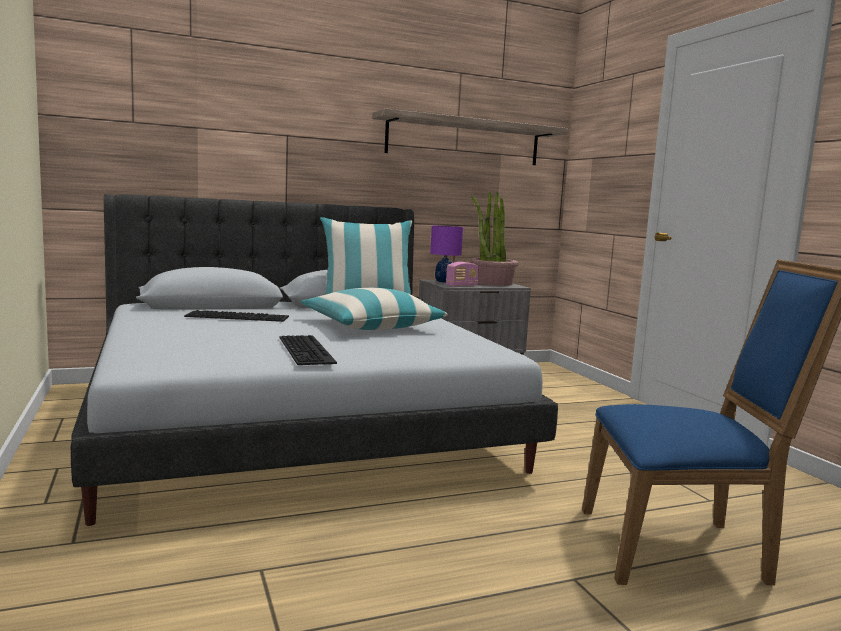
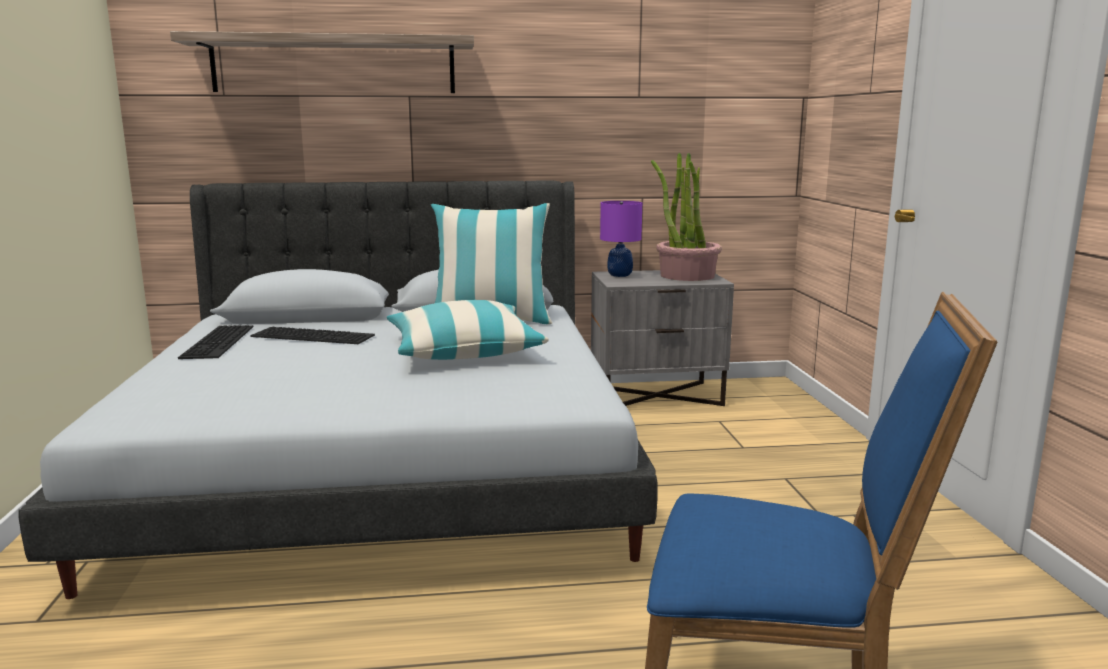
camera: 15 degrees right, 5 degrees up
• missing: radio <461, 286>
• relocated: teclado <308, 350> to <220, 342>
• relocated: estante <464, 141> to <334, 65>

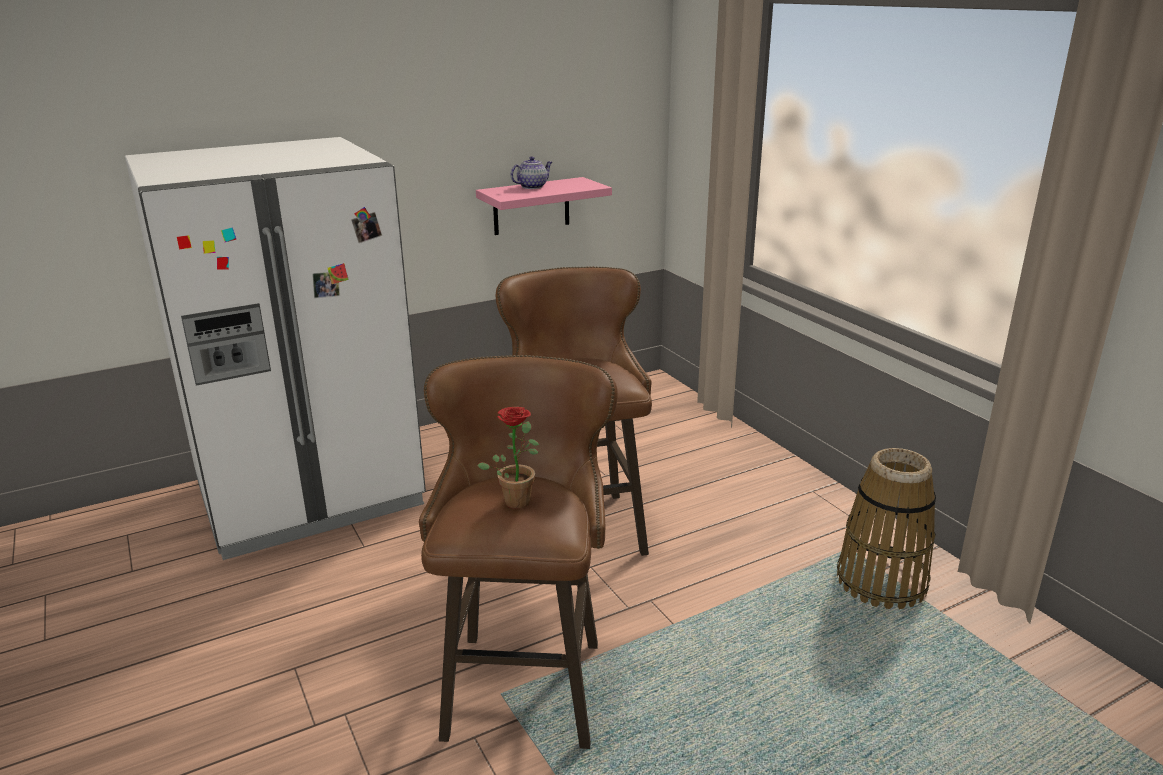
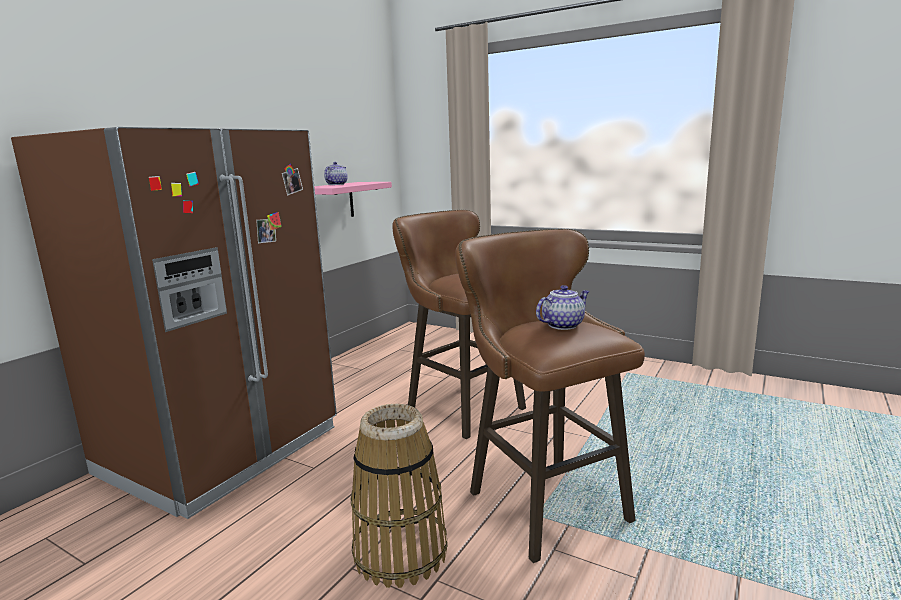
camera: 30 degrees left, 10 degrees down
• relocated: cesta <881, 581> to <400, 552>
• exchanged: planta en maceta <517, 498> to tetera <563, 325>
• colour: nevera [blanco] <309, 494> to nevera [marrón] <221, 451>

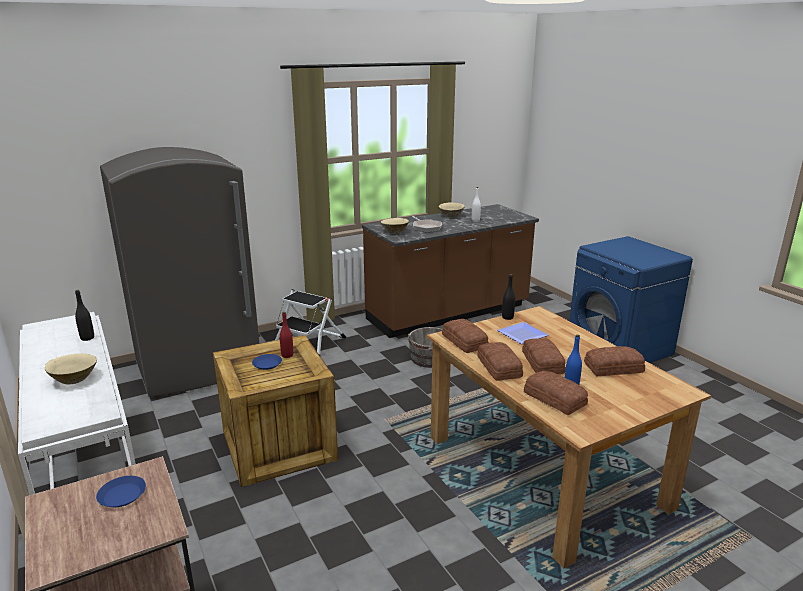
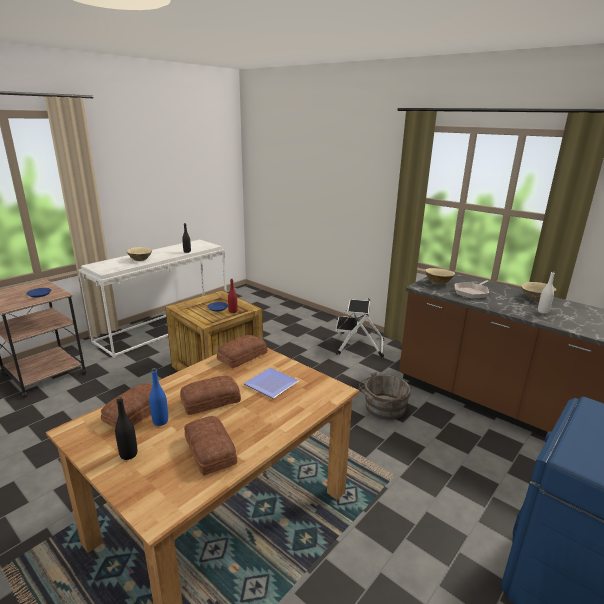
camera: 70 degrees right, 0 degrees up
• missing: nevera [gris] <199, 367>
• missing: pan <498, 367>
• relocated: botella [negro] <507, 317> to <128, 454>

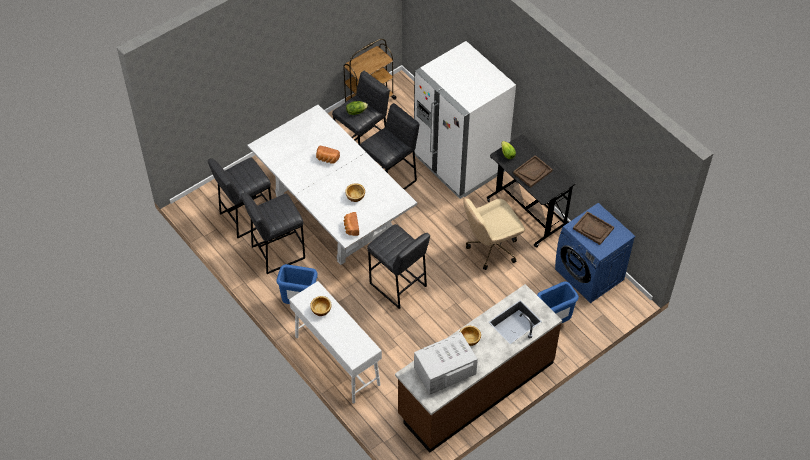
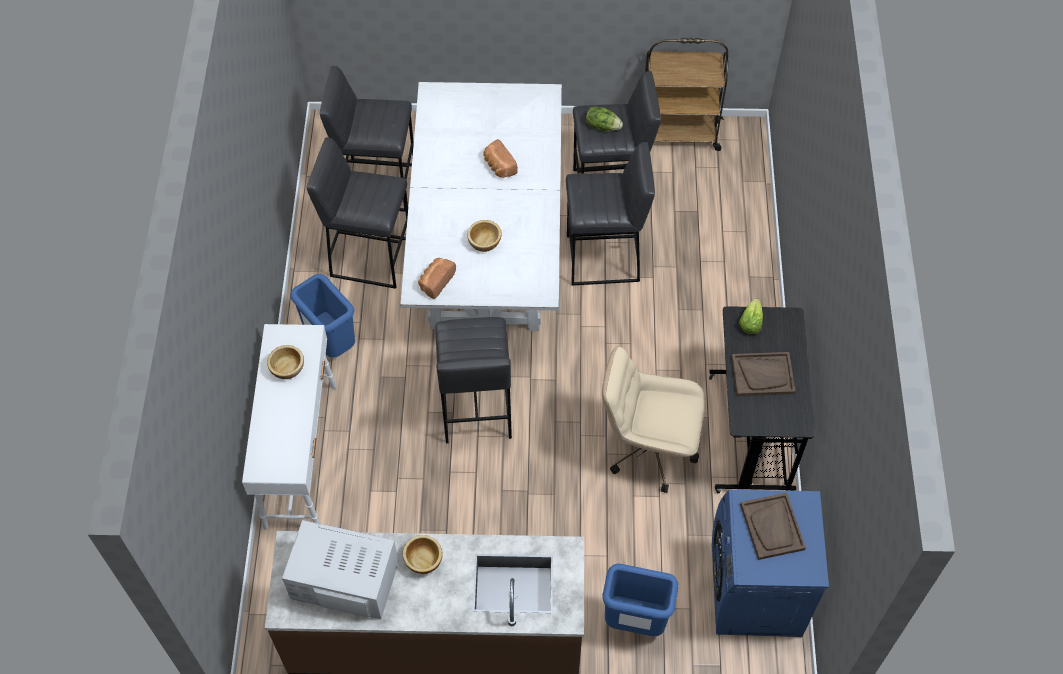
camera: 40 degrees right, 5 degrees up
• missing: nevera [blanco] <460, 163>

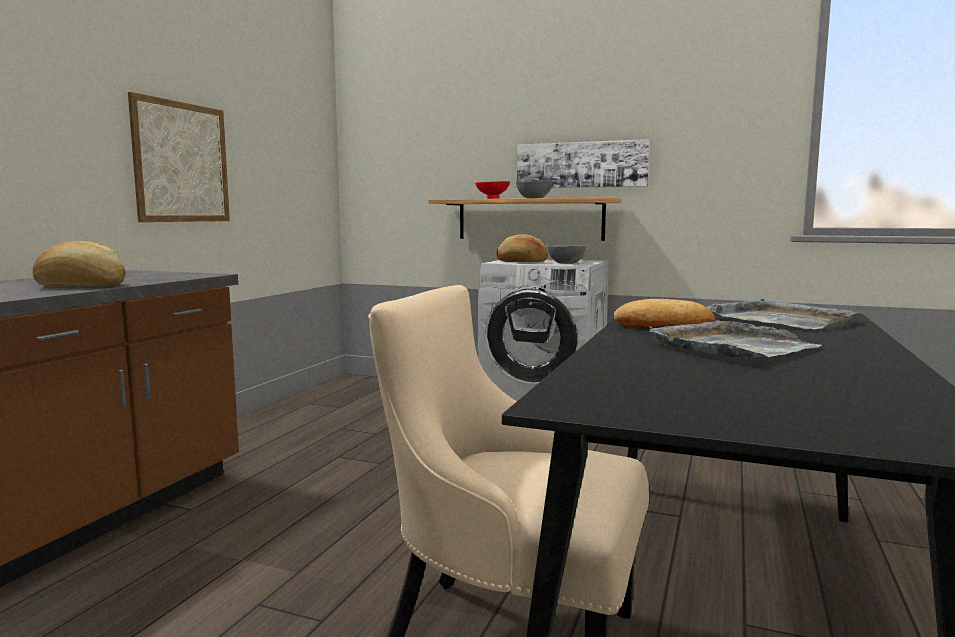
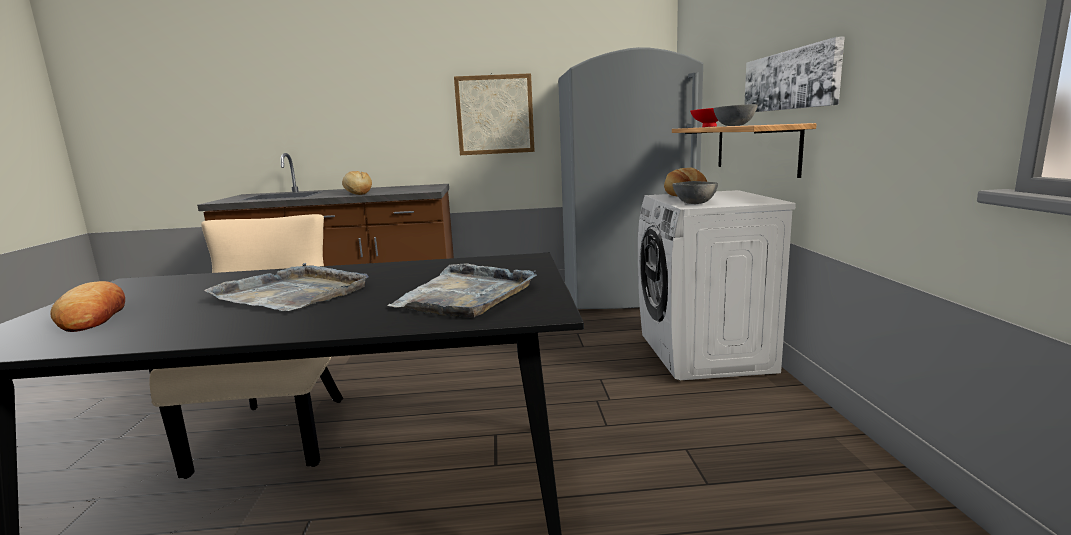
camera: 65 degrees right, 5 degrees up
• appeared: nevera [gris] <627, 295>
• relocated: pan <664, 325> to <94, 315>

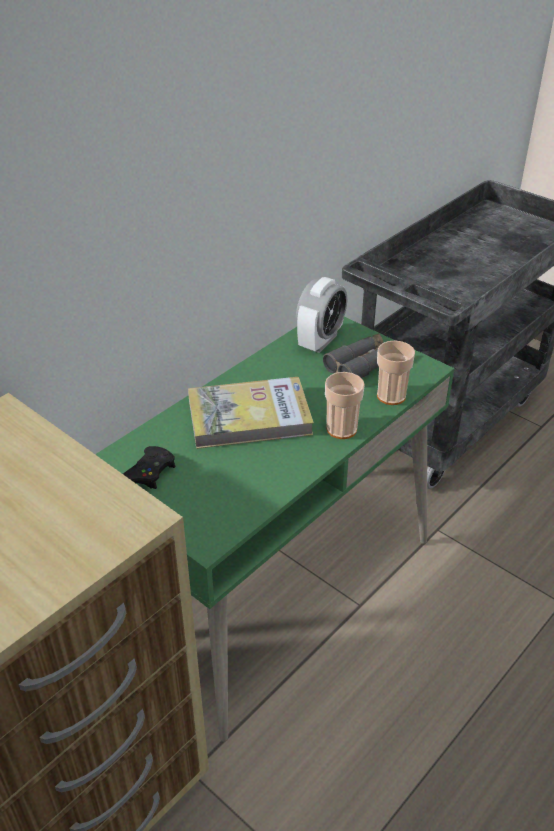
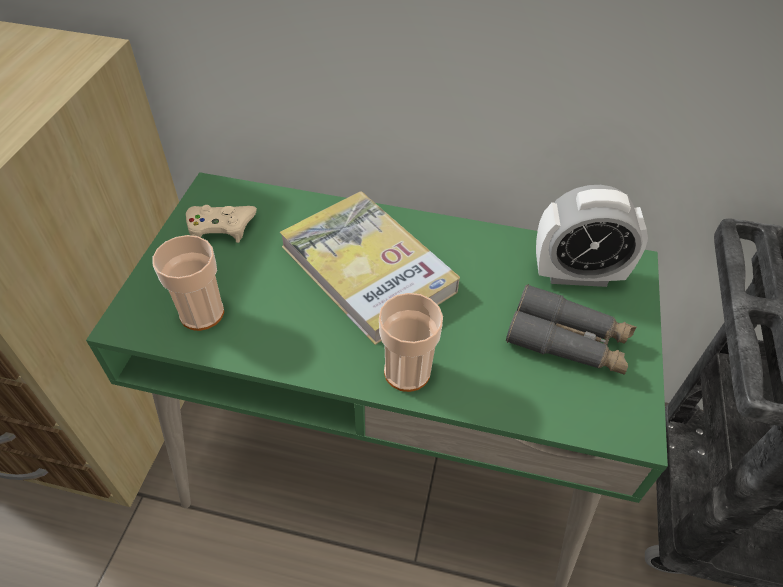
camera: 60 degrees right, 10 degrees up
• relocated: taza <391, 396> to <202, 313>
• colour: mando de consola [negro] <148, 472> to mando de consola [beis] <220, 227>

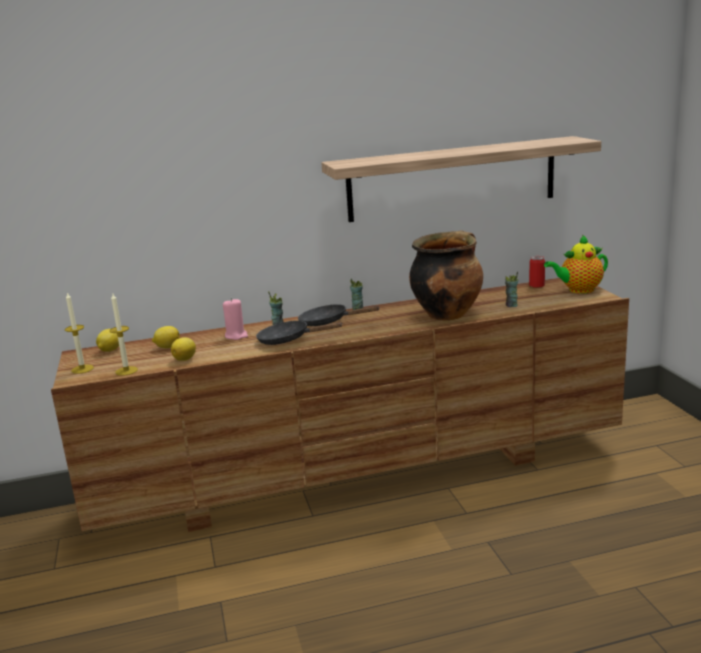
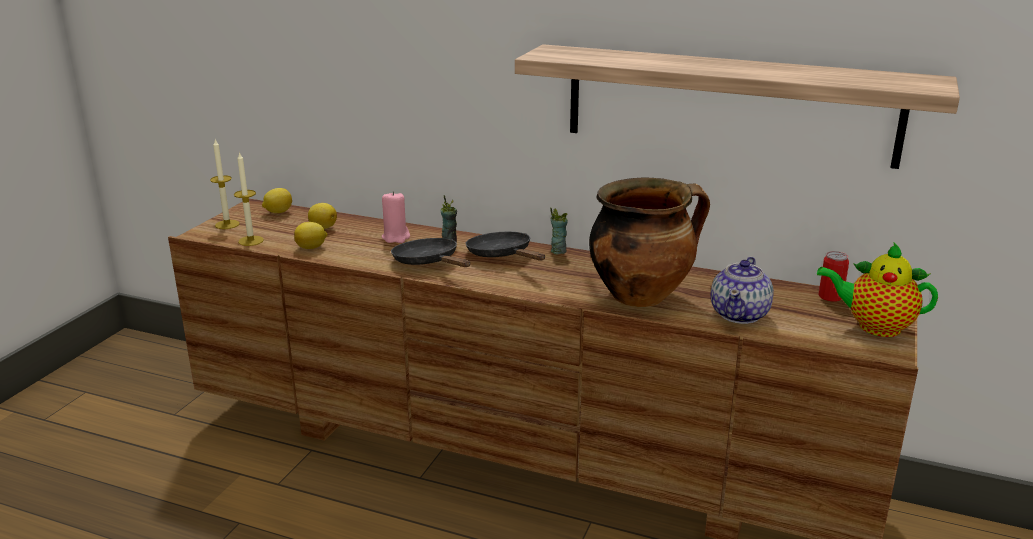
camera: 35 degrees right, 5 degrees up
• exchanged: taza <511, 305> to tetera <740, 314>

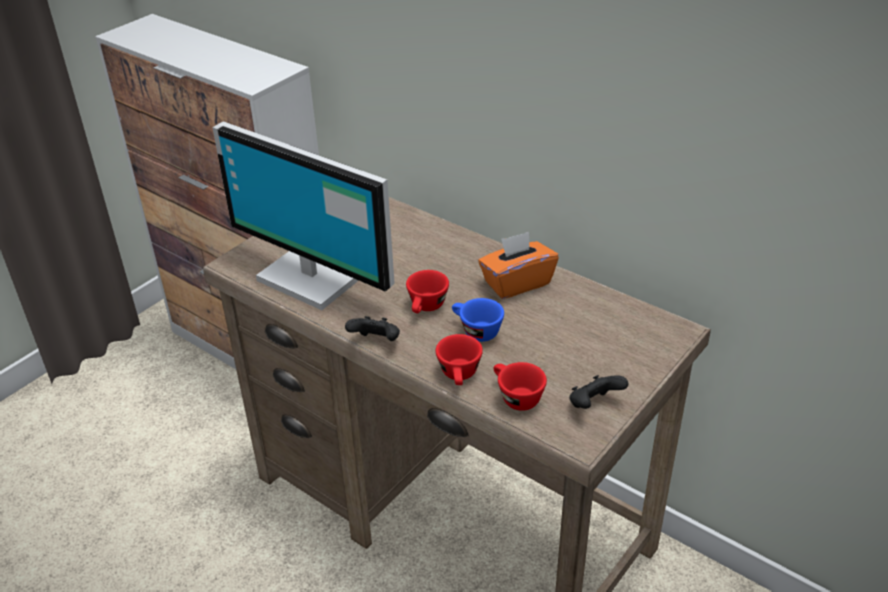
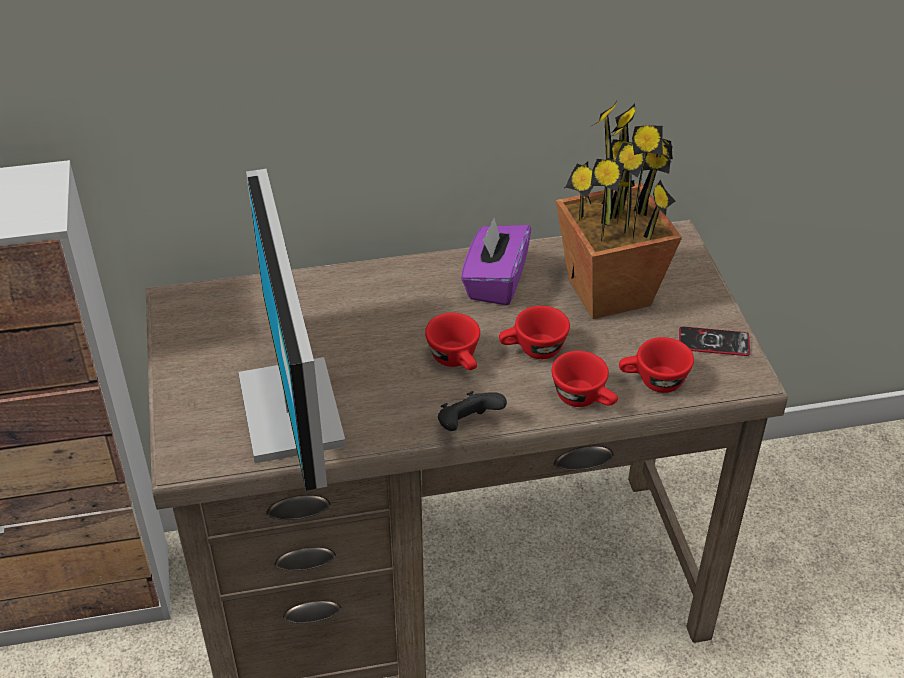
camera: 50 degrees left, 5 degrees up
• appeared: planta en maceta <608, 292>
• exchanged: mando de consola [negro] <594, 405> to móvil <713, 342>
• colour: taza [azul] <475, 331> to taza [rojo] <533, 350>
• colour: caja de pañuelos [naranja] <517, 283> to caja de pañuelos [morado] <495, 282>
• spun: monitor <313, 276> = <297, 410> 90 degrees clockwise

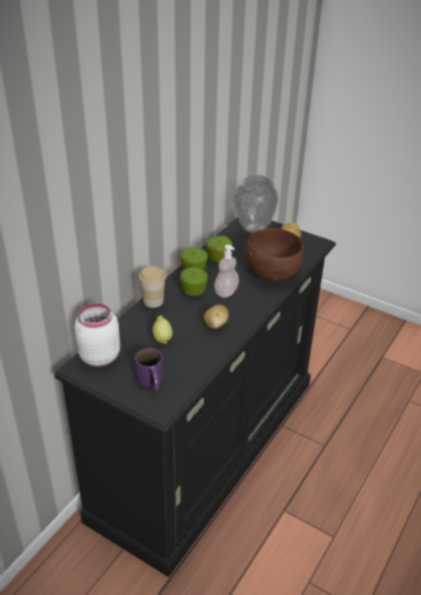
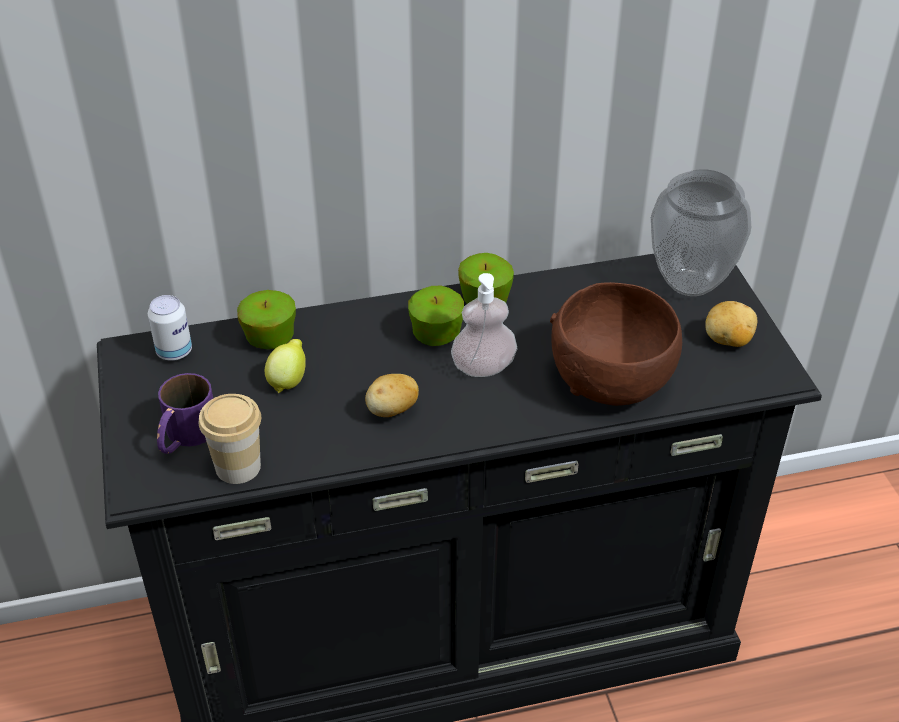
camera: 45 degrees right, 5 degrees up
• relocated: taza <153, 301> to <238, 467>
• relocated: manzana <219, 258> to <270, 339>
• exchanged: tarro [blanco] <98, 356> to lata <174, 352>

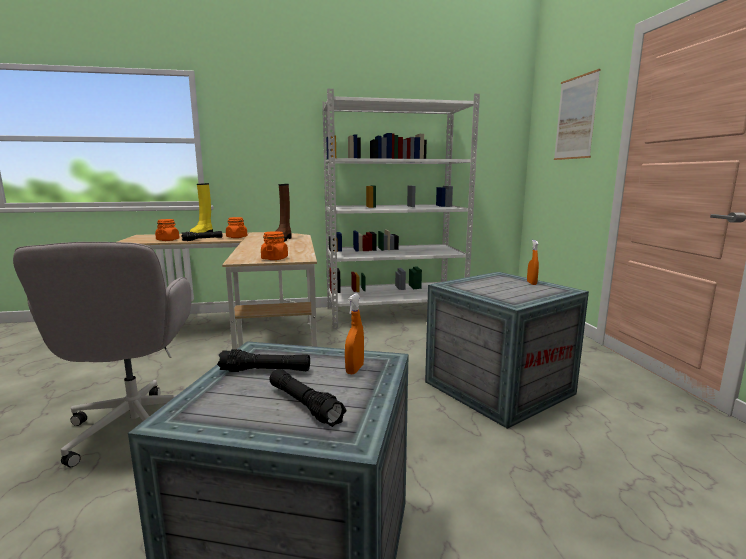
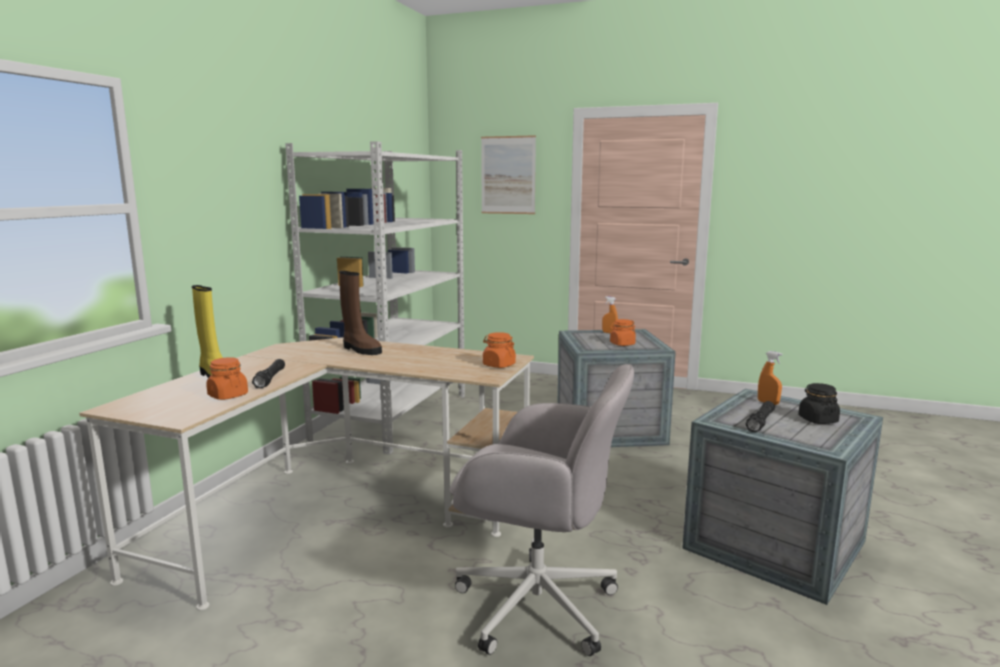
camera: 60 degrees left, 0 degrees up
• relocated: tarro [naranja] <236, 237> to <622, 344>
• exchanged: linterna [negro] <304, 405> to tarro [negro] <817, 420>

